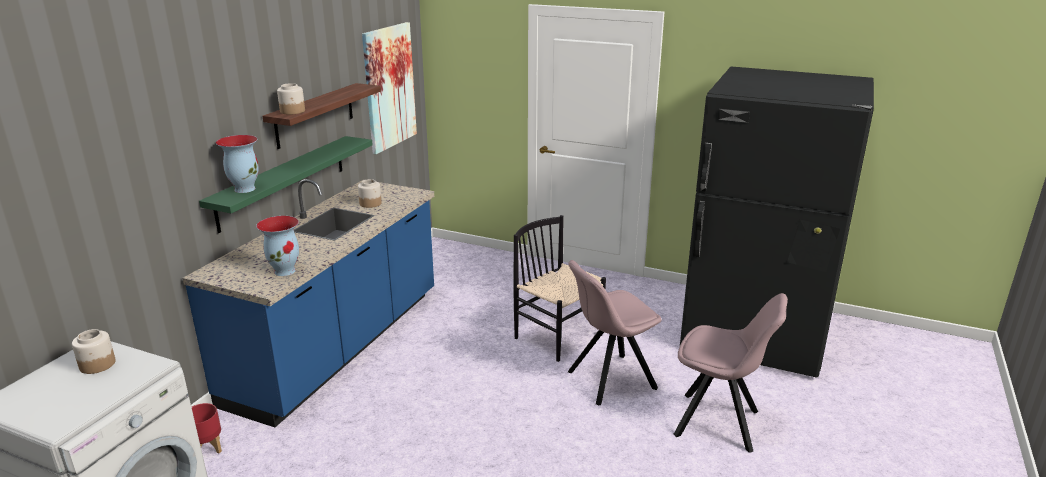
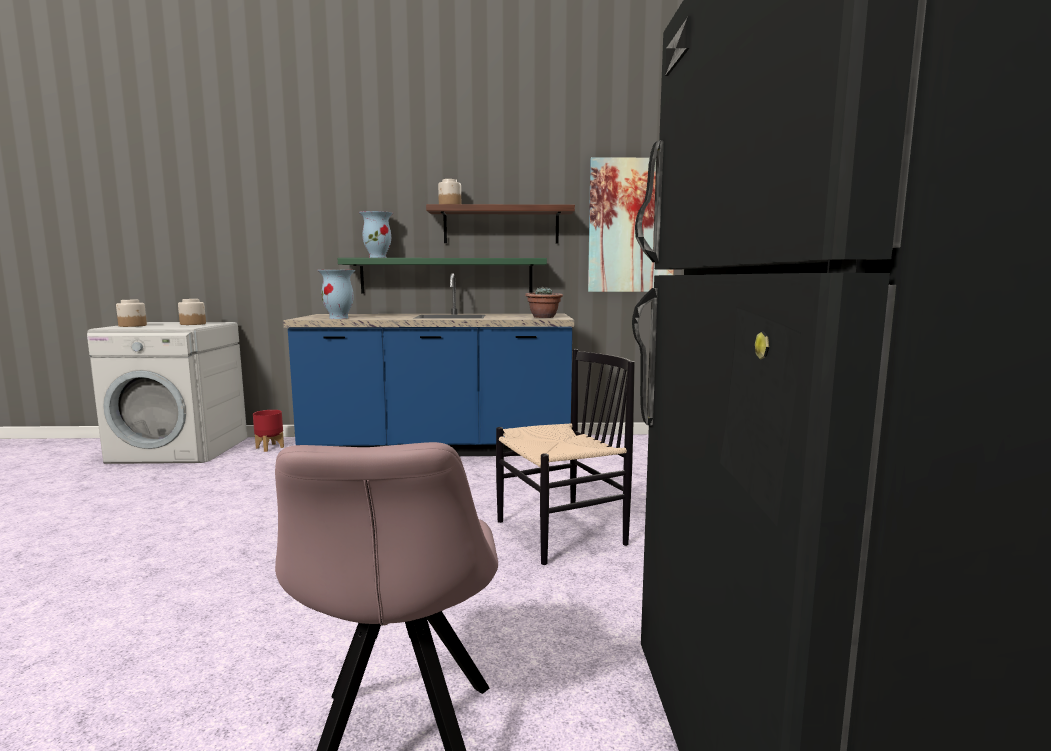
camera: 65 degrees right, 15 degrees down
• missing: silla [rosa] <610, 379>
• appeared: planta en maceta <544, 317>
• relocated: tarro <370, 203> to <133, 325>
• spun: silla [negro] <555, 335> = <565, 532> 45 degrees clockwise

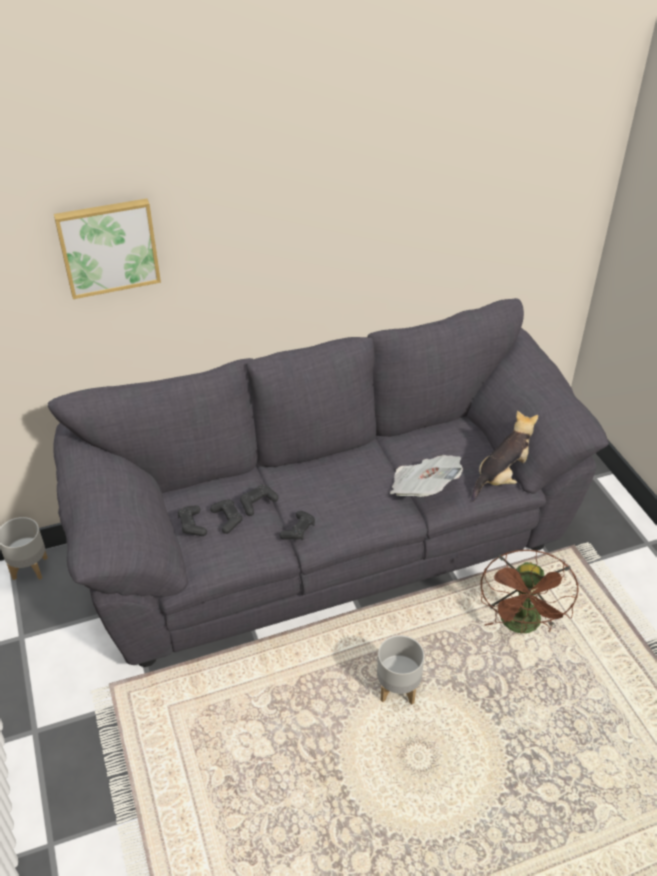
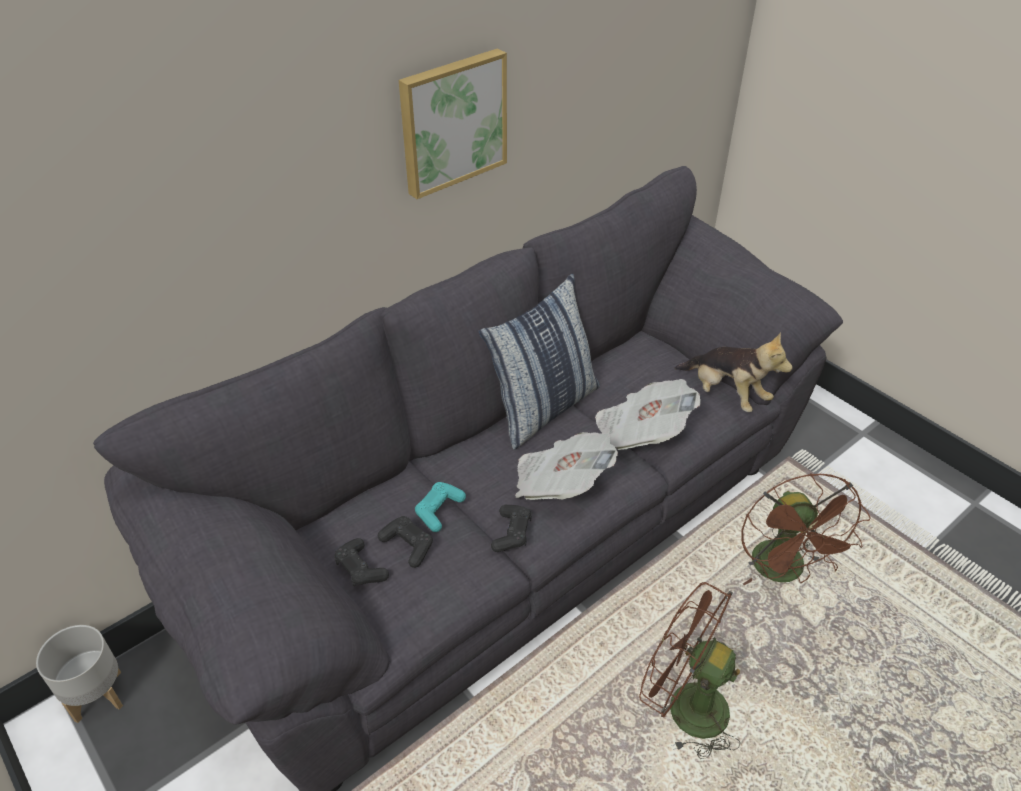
camera: 20 degrees left, 0 degrees up
• appeared: cojín <543, 408>
• appeared: periódico <560, 483>
• relocated: cuadro <108, 246> to <452, 122>
• exchanged: maceta [gris] <397, 690> to ventilador [marrón] <684, 706>
• colour: mando de consola [negro] <258, 503> to mando de consola [turquesa] <439, 510>
• spun: peluche <502, 478> = <726, 394> 105 degrees clockwise

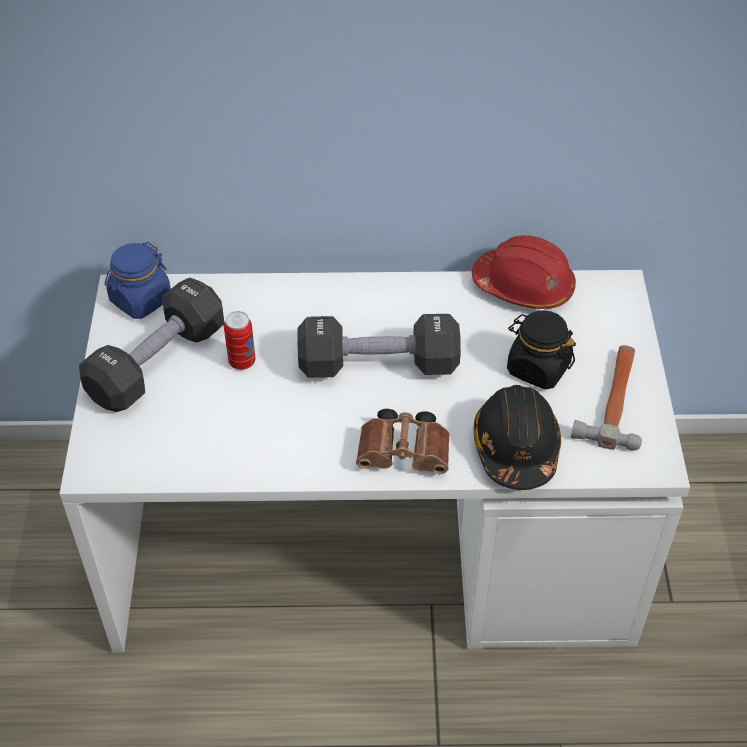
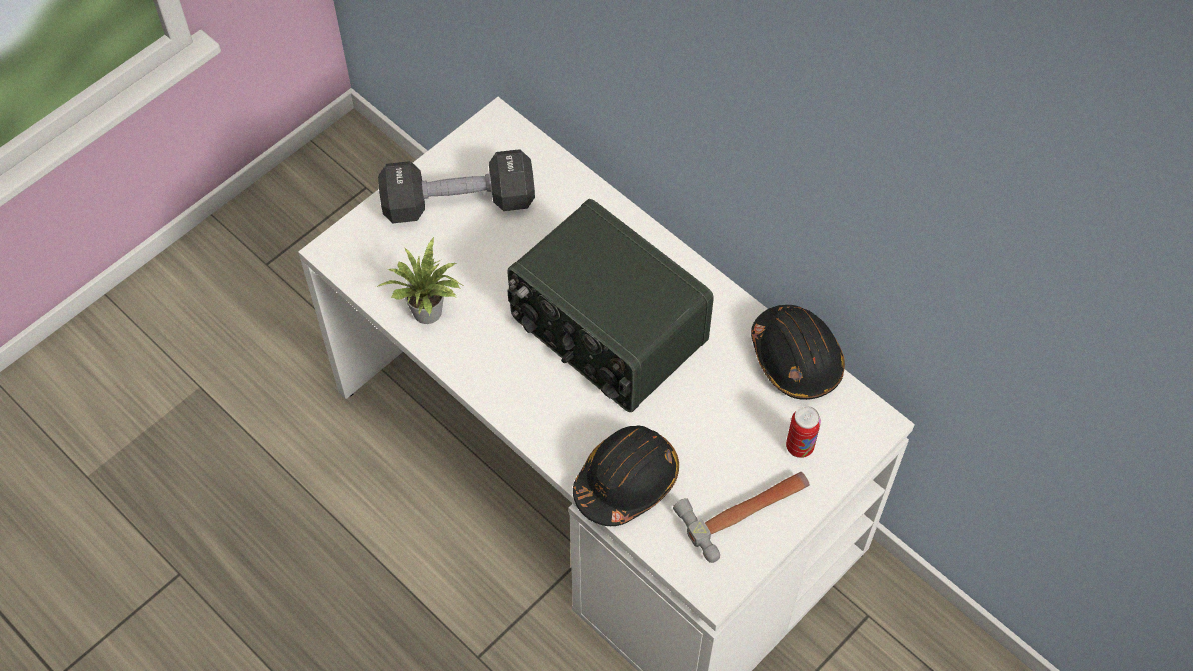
camera: 45 degrees right, 10 degrees up
• missing: tarro [azul] <140, 300>
• missing: prismáticos [marrón] <406, 454>
• missing: tarro [negro] <537, 368>
• appeared: planta en maceta <429, 314>
• relocated: lata <242, 362> to <799, 447>
• exchanged: mancuerna [negro] <378, 365> to radio <606, 331>
• colour: casco [rojo] <524, 286> to casco [negro] <796, 359>

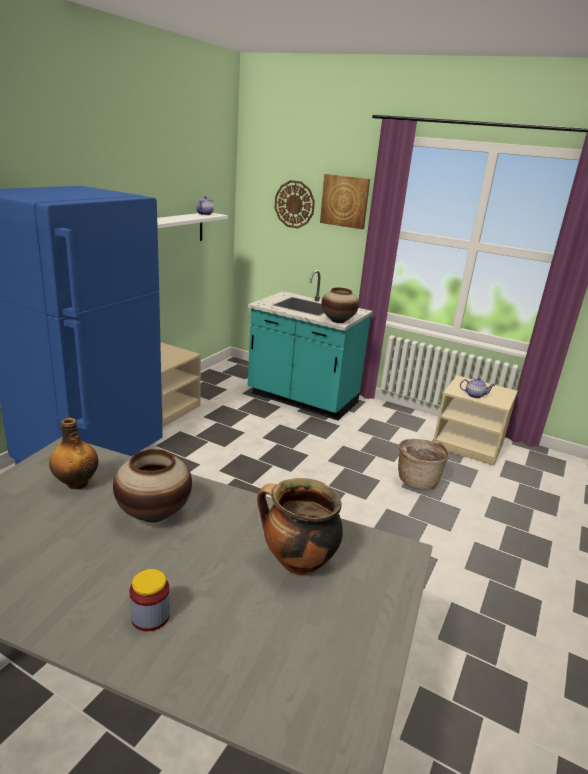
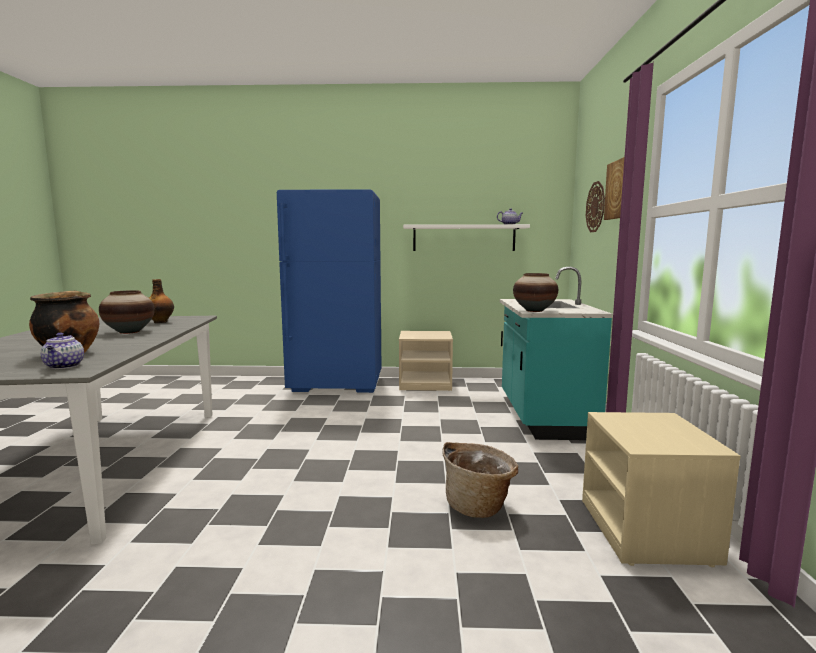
camera: 65 degrees right, 15 degrees down
• missing: tarro <150, 616>
• relocated: tetera <475, 395> to <64, 366>

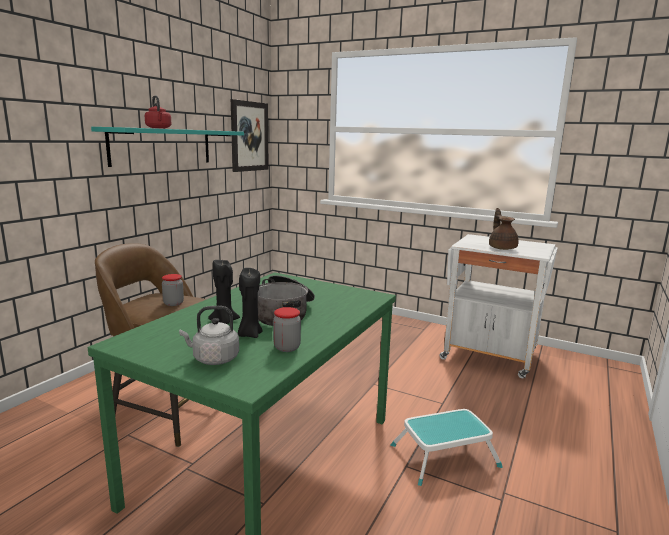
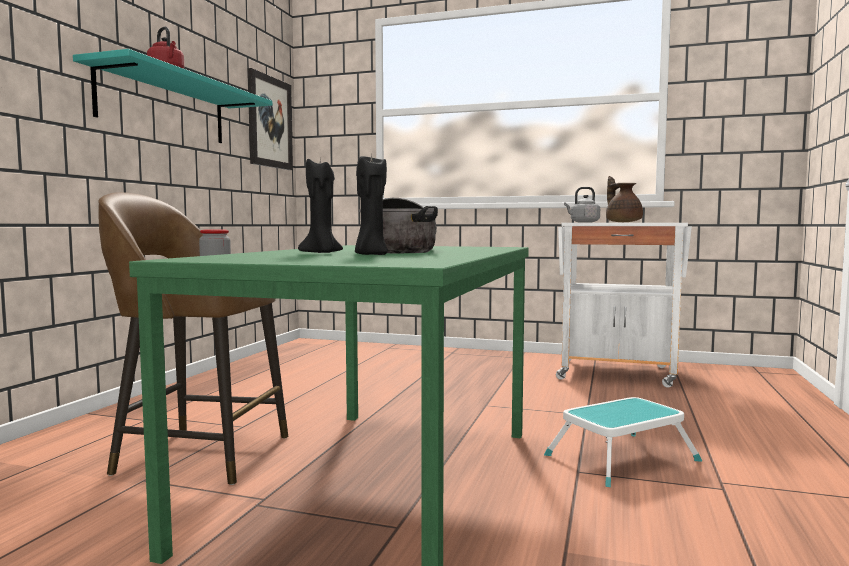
camera: 10 degrees left, 10 degrees down
• missing: tarro <287, 347>
• relocated: hervidor [gris] <213, 359> to <583, 222>

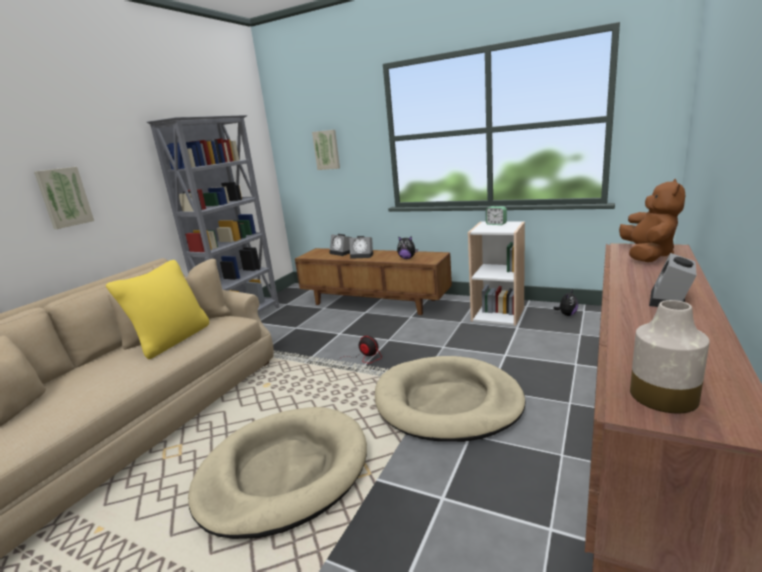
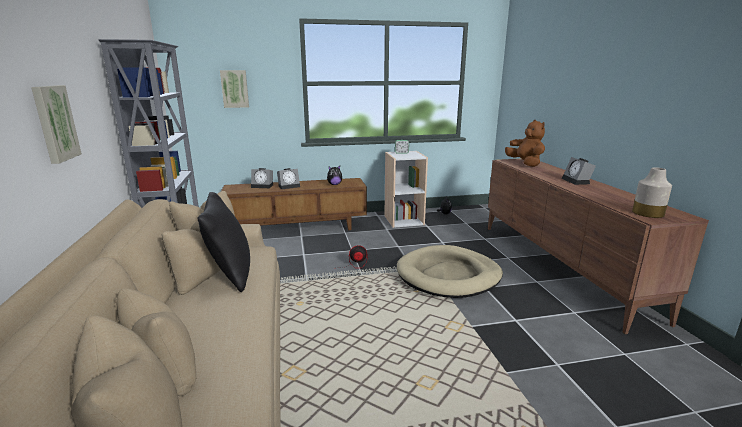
camera: 40 degrees left, 0 degrees up
• missing: cama para perro [beis] <283, 473>
• colour: cojín [amarillo] <172, 340> to cojín [negro] <230, 274>

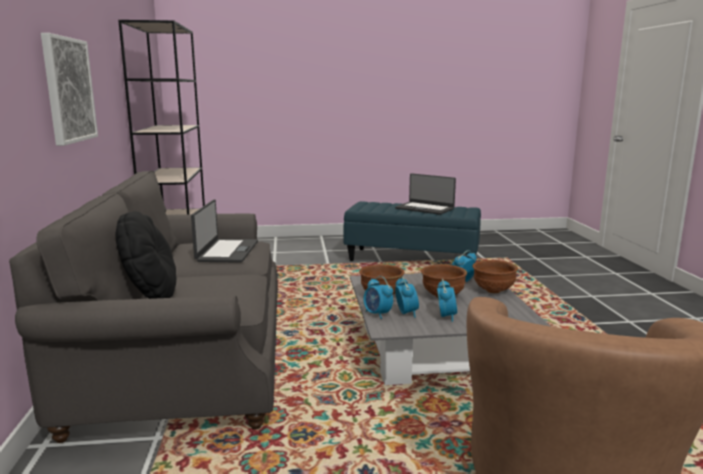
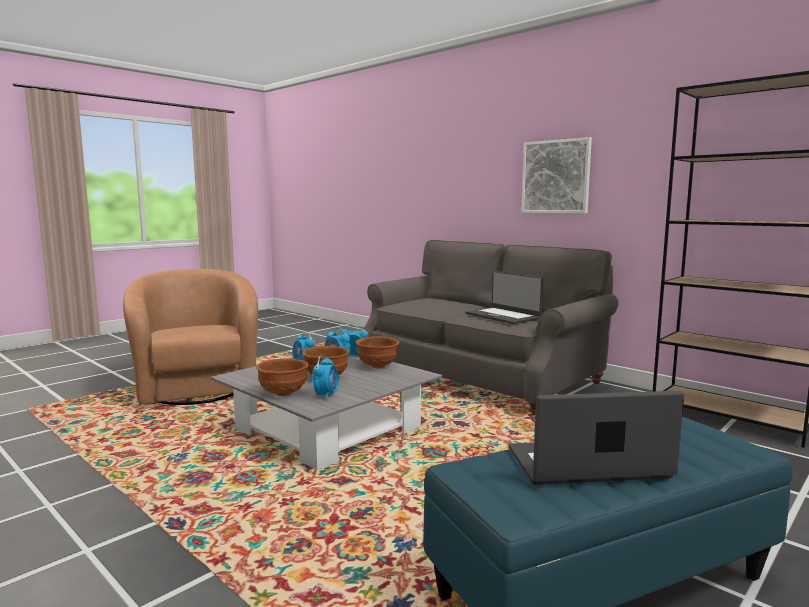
camera: 140 degrees right, 5 degrees down
• missing: cojín [negro] <151, 296>

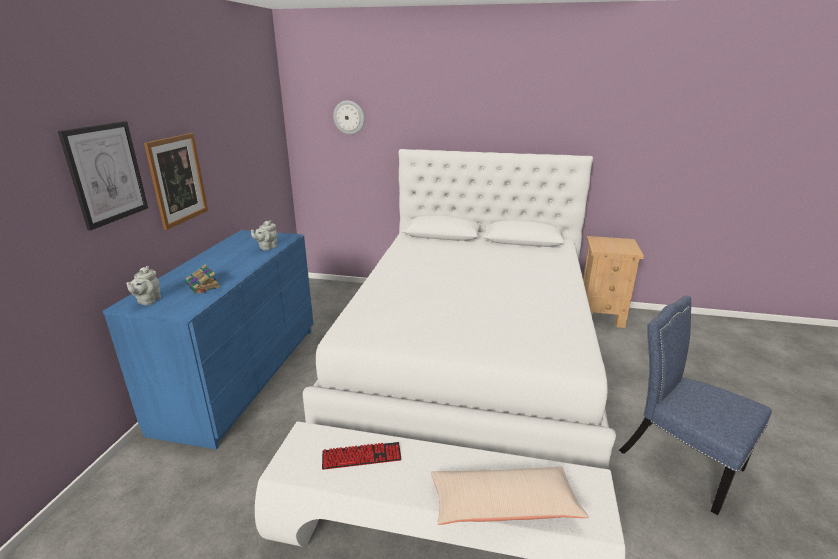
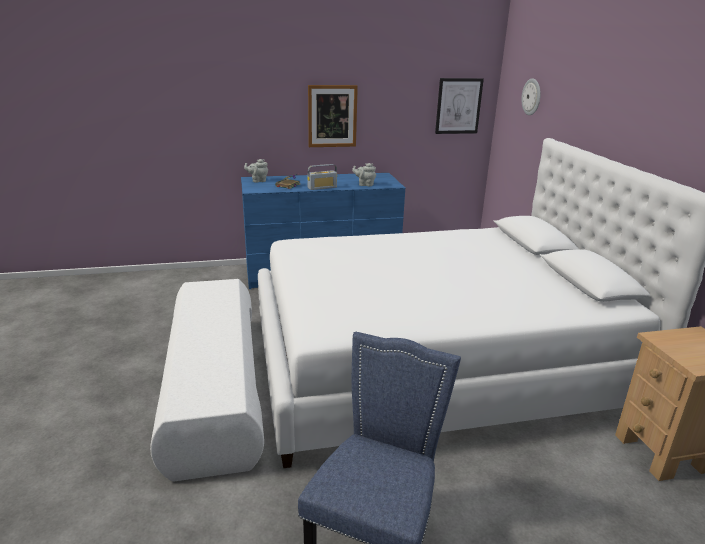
camera: 65 degrees right, 0 degrees up
• missing: teclado <361, 457>
• missing: cojín [beis] <503, 505>
• appeared: radio <322, 187>
• relocated: cuadro <106, 173> to <458, 106>

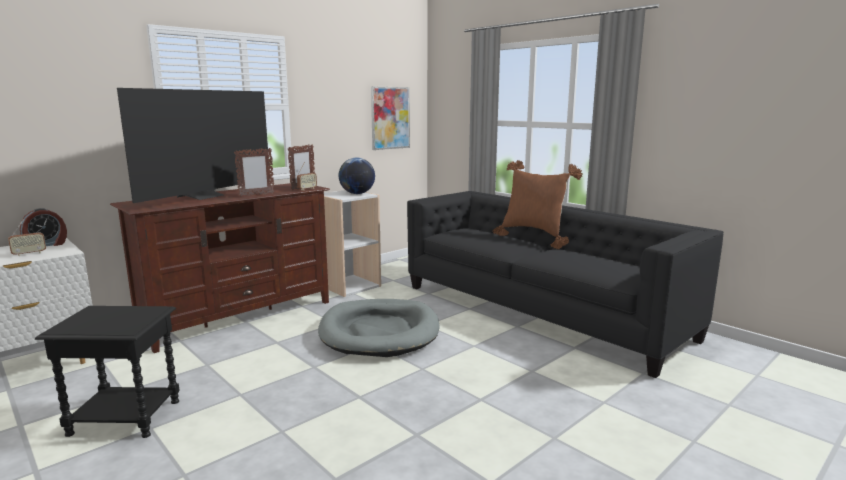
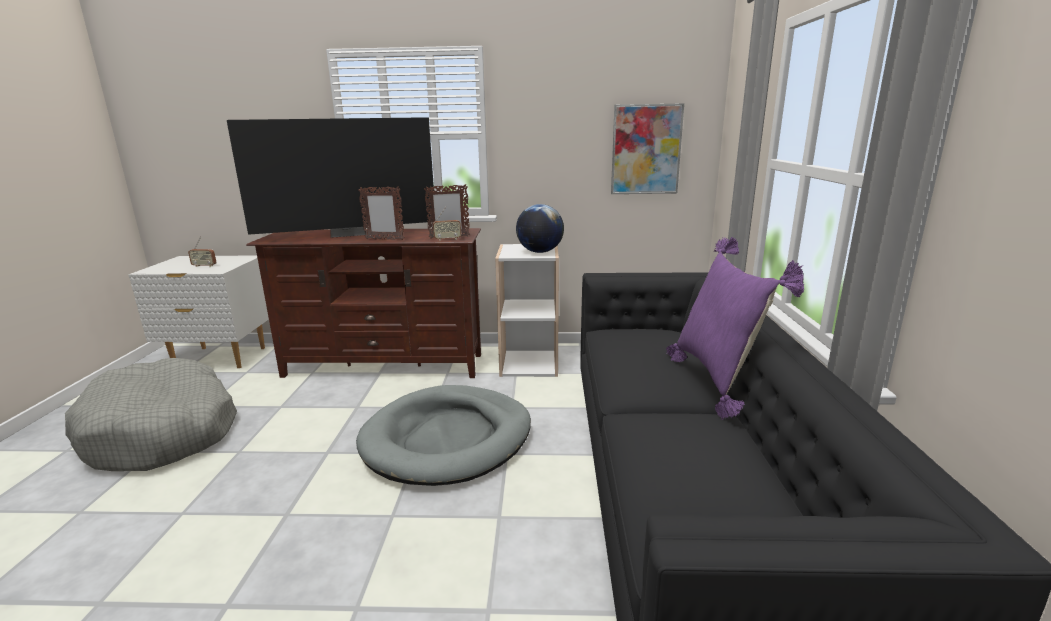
camera: 45 degrees right, 5 degrees up
• missing: despertador <46, 245>
• exchanged: mesa auxiliar [negro] <124, 418> to cama para perro [gris] <163, 432>
• colour: cojín [marrón] <534, 241> to cojín [morado] <719, 387>

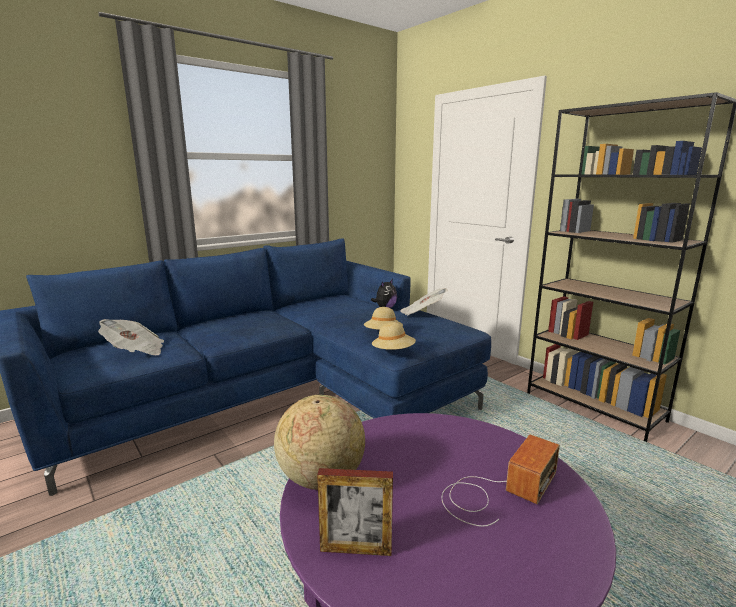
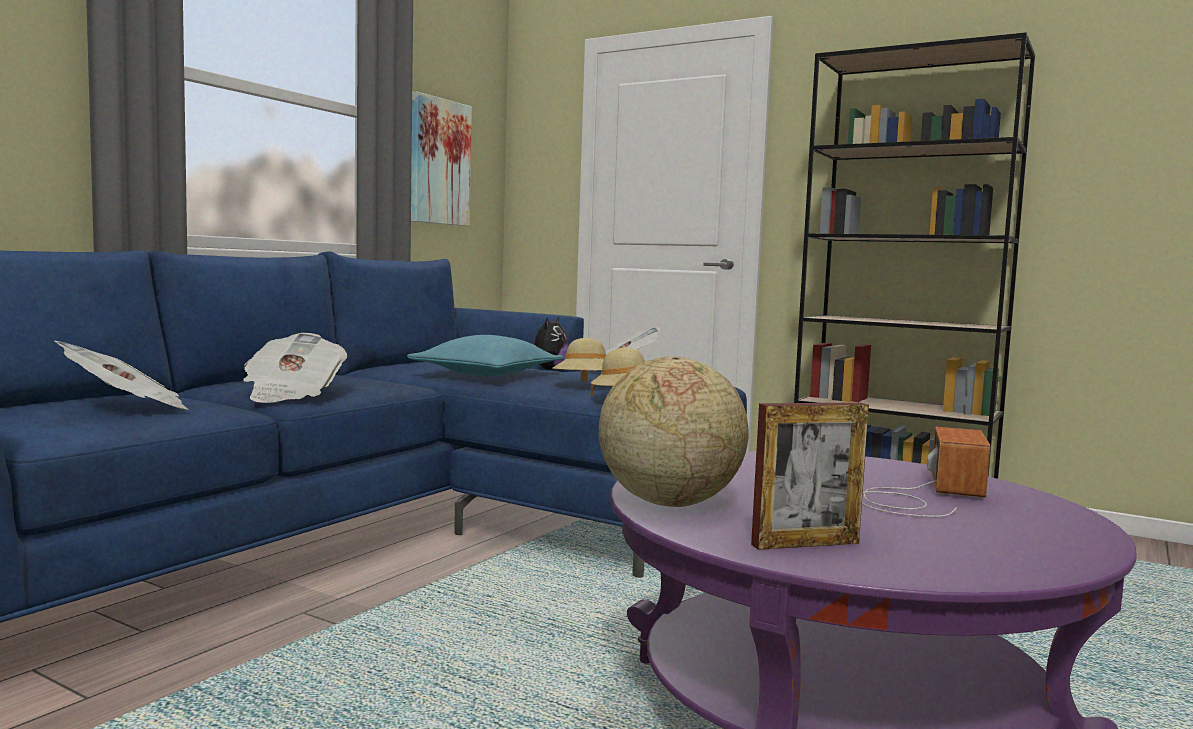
camera: 20 degrees left, 10 degrees down
• appeared: periódico <291, 395>
• appeared: cojín [turquesa] <486, 375>
• appeared: cuadro <439, 162>

